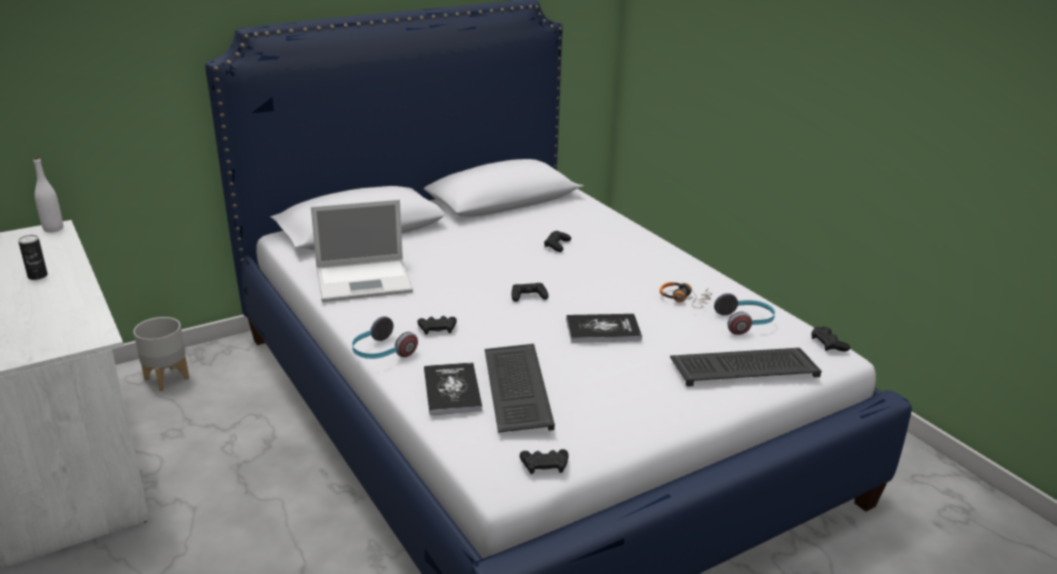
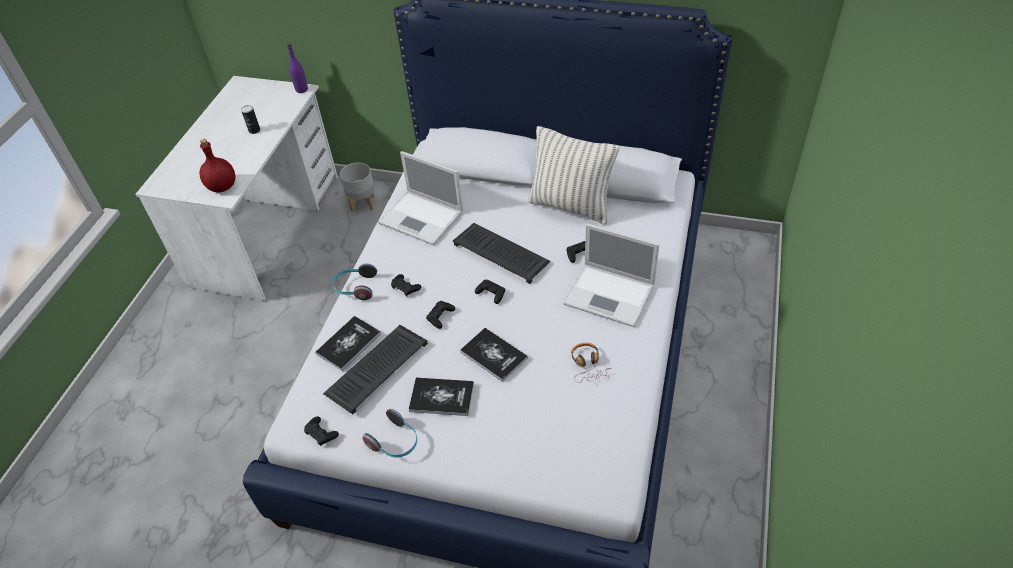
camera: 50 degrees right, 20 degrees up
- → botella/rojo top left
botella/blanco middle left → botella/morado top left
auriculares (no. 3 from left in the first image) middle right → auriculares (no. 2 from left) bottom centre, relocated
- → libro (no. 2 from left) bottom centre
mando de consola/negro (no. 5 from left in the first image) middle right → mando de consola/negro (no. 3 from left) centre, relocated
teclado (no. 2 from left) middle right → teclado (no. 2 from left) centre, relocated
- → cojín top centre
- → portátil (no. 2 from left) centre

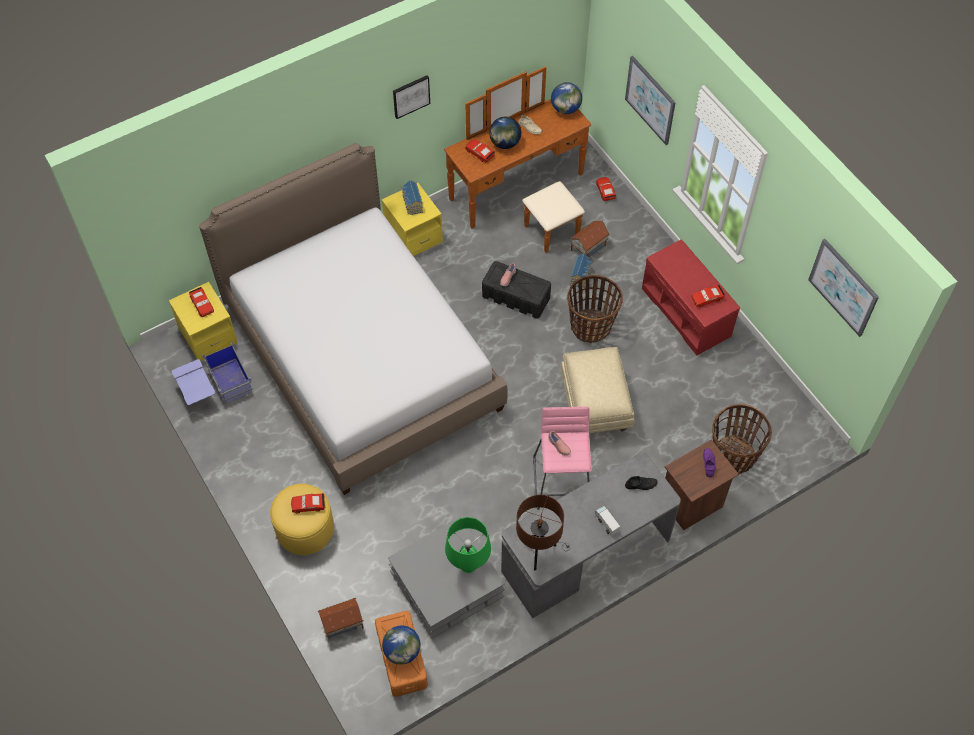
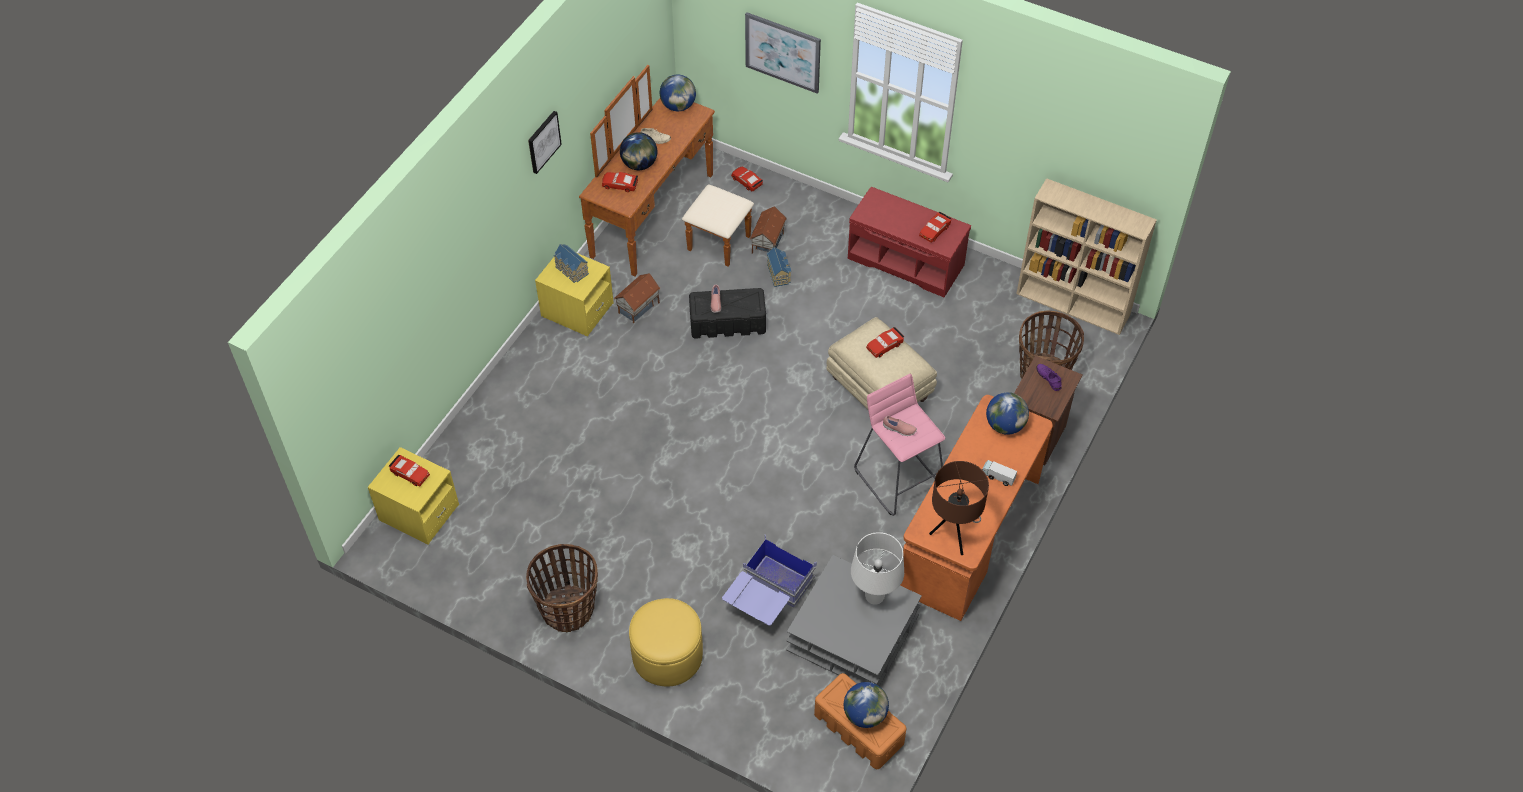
camera: 30 degrees left, 5 degrees down
cesta (no. 1 from left) centre → cesta (no. 1 from left) bottom centre, relocated
casita (no. 1 from left in the first image) bottom centre → casita (no. 2 from left) centre, relocated
caja de almacenaje/azul middle left → caja de almacenaje/azul bottom centre, relocated
lámpara de mesa/verde bottom centre → lámpara de mesa/blanco bottom centre
coche de juguete/rojo (no. 2 from left in the first image) bottom left → coche de juguete/rojo (no. 4 from left) centre, relocated
escritorio/gris bottom centre → escritorio/naranja centre
zapato/negro centre → globo terráqueo (no. 4 from left) centre
- → estantería/beis top right
cama centre → -
cuadro (no. 3 from left) middle right → -

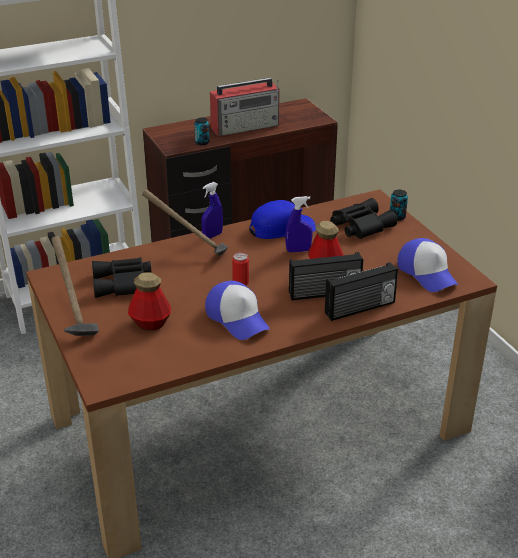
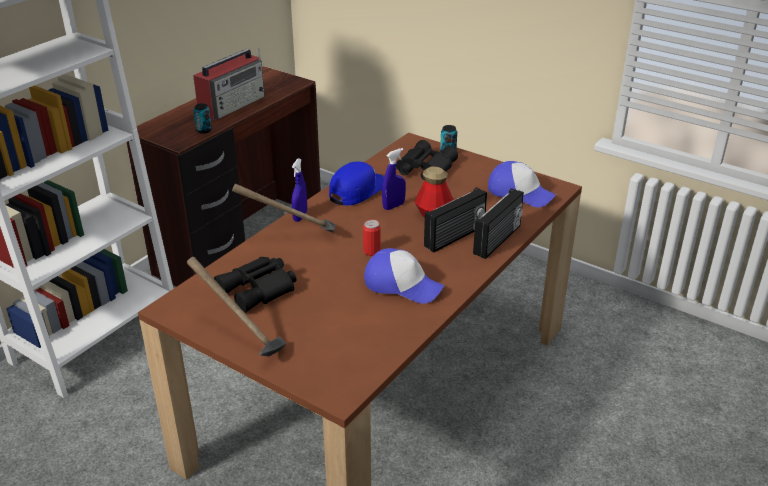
camera: 30 degrees left, 0 degrees up
botella (no. 1 from left) middle left → -

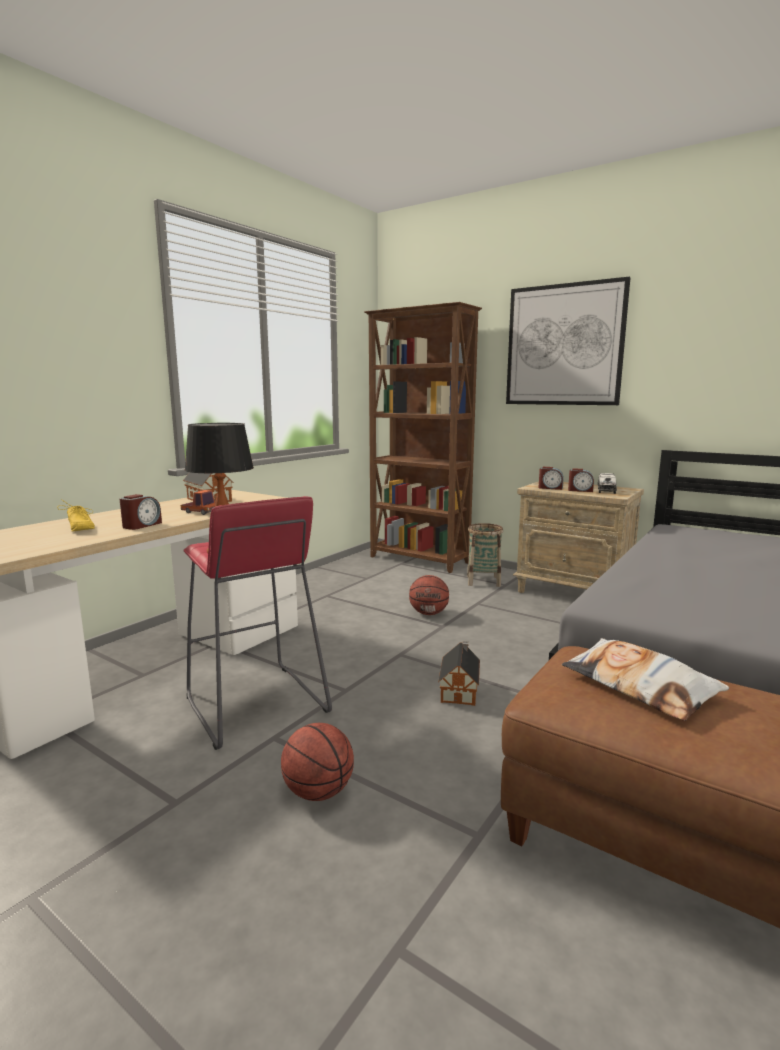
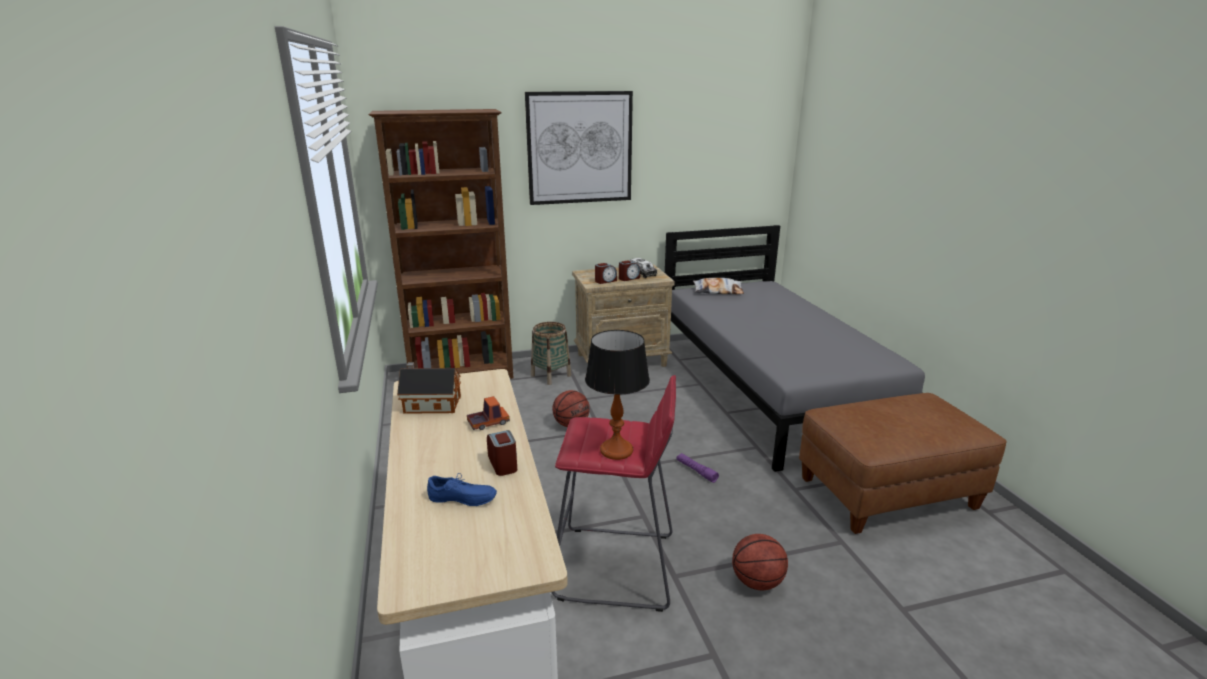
camera: 50 degrees left, 10 degrees up
zapato/amarillo middle left → zapato/azul bottom centre
casita (no. 2 from left) centre → linterna/morado bottom centre
cojín middle right → cojín centre, relocated

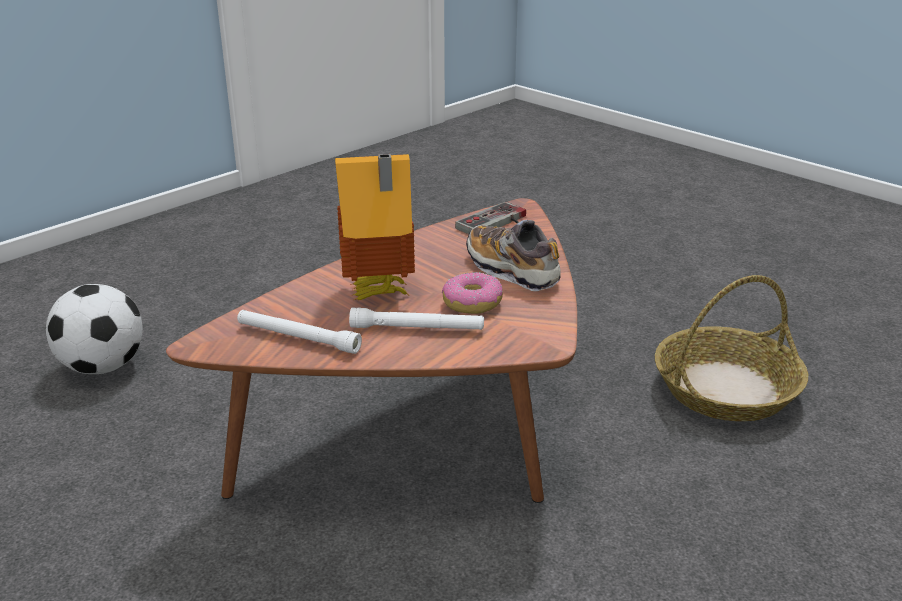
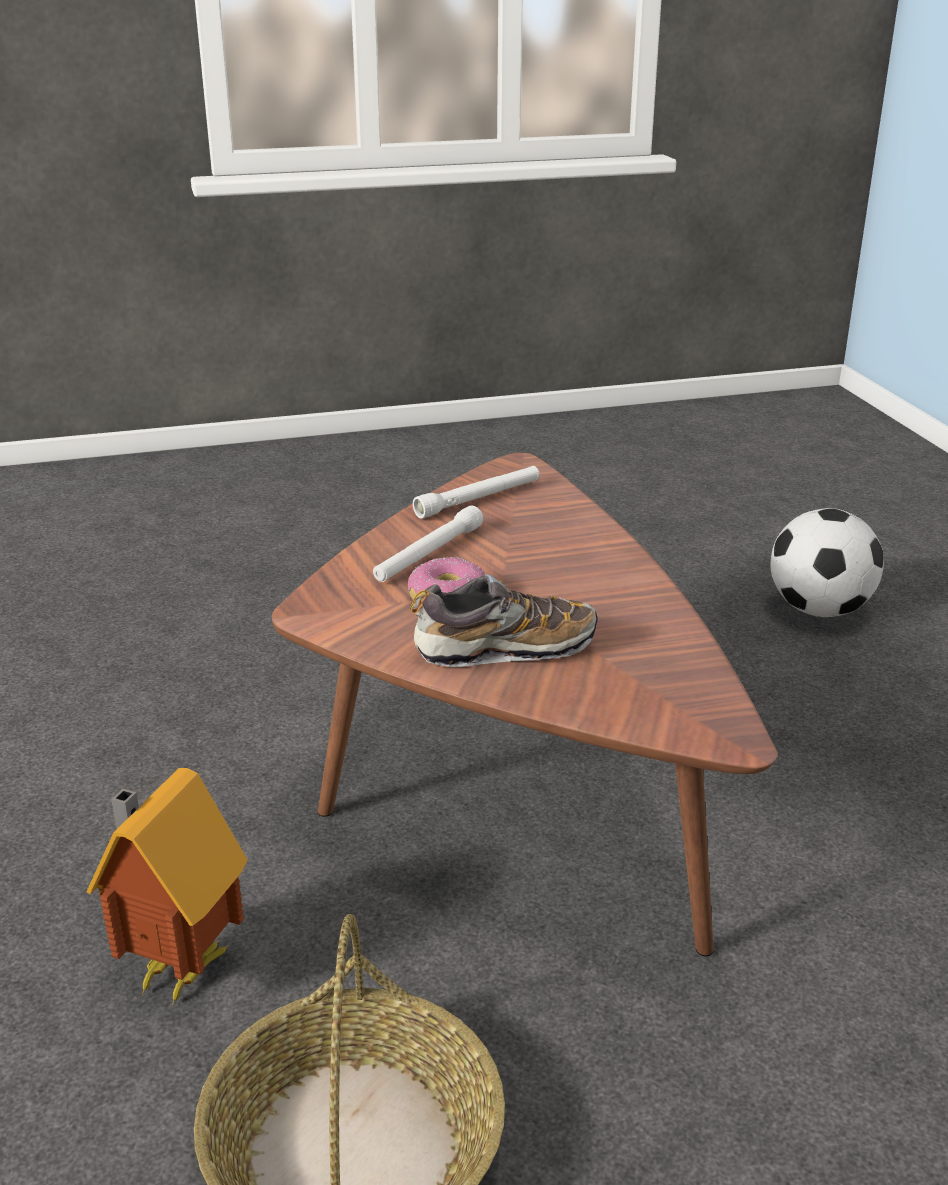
camera: 120 degrees right, 0 degrees up
casita centre → casita bottom left, relocated
mando de consola centre → -

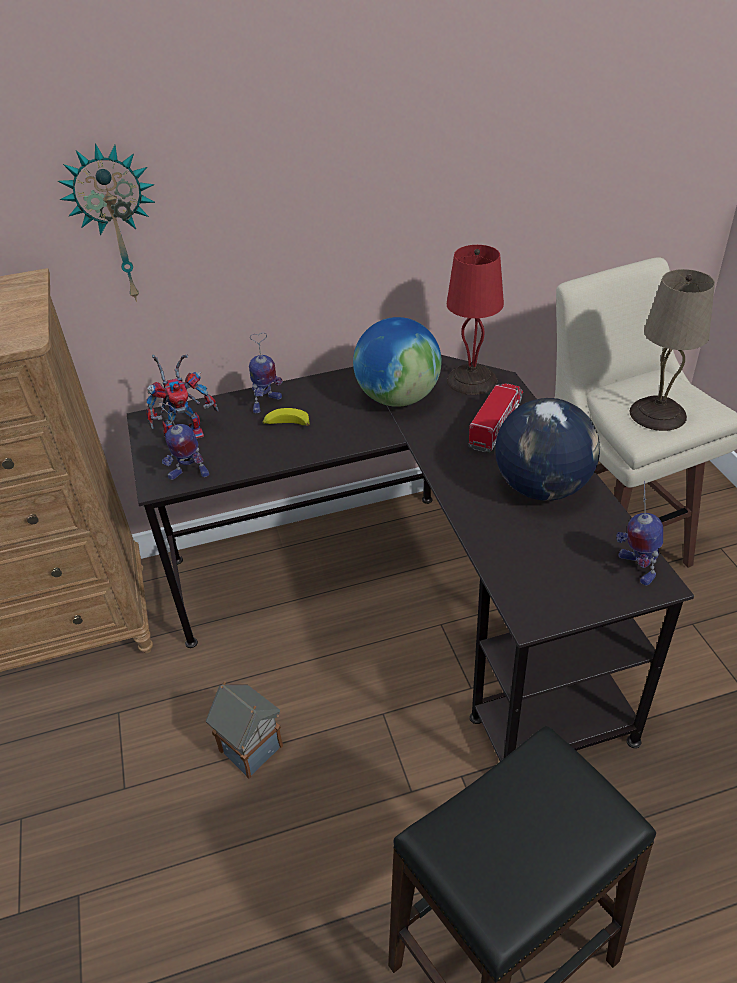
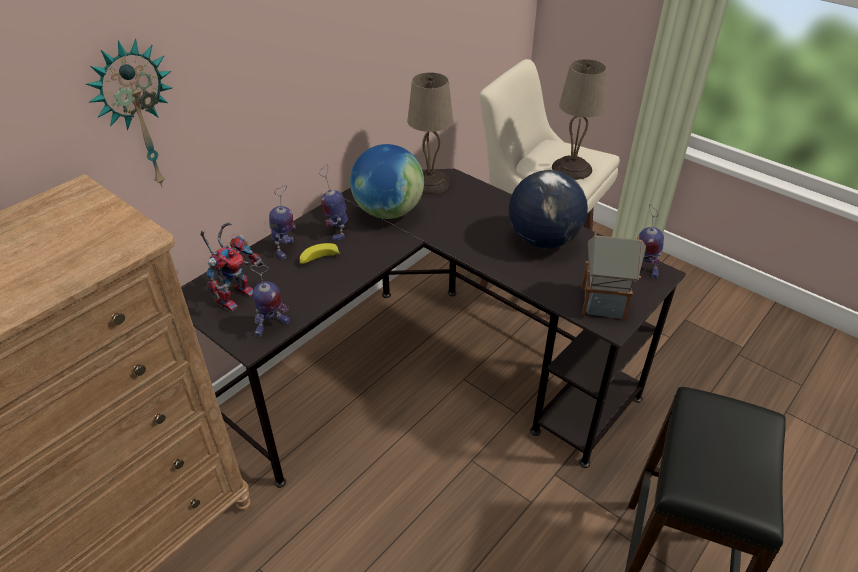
camera: 35 degrees left, 0 degrees up
- → robot de juguete (no. 4 from left) centre
lámpara de mesa/rojo top centre → lámpara de mesa/beis (no. 1 from left) top centre
casita bottom left → casita middle right, relocated
camión de juguete middle right → -

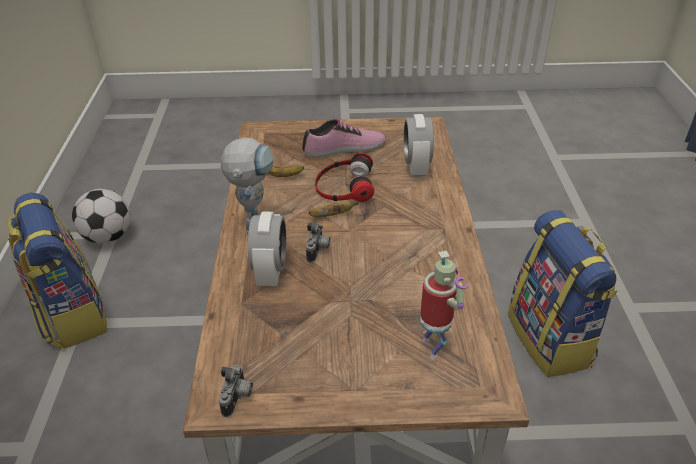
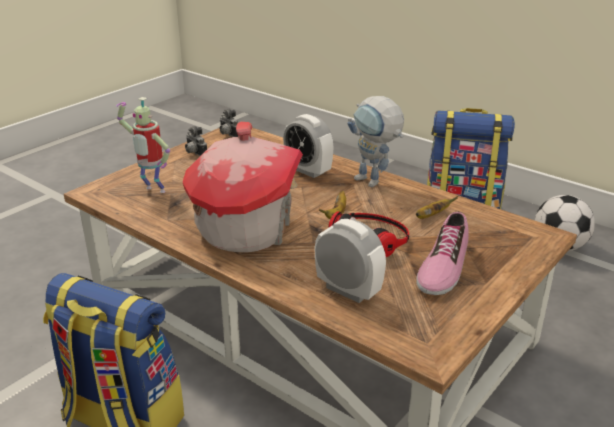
camera: 130 degrees right, 10 degrees down
- → casita centre
cámara (no. 2 from left in the first image) centre → cámara (no. 1 from left) top left, relocated

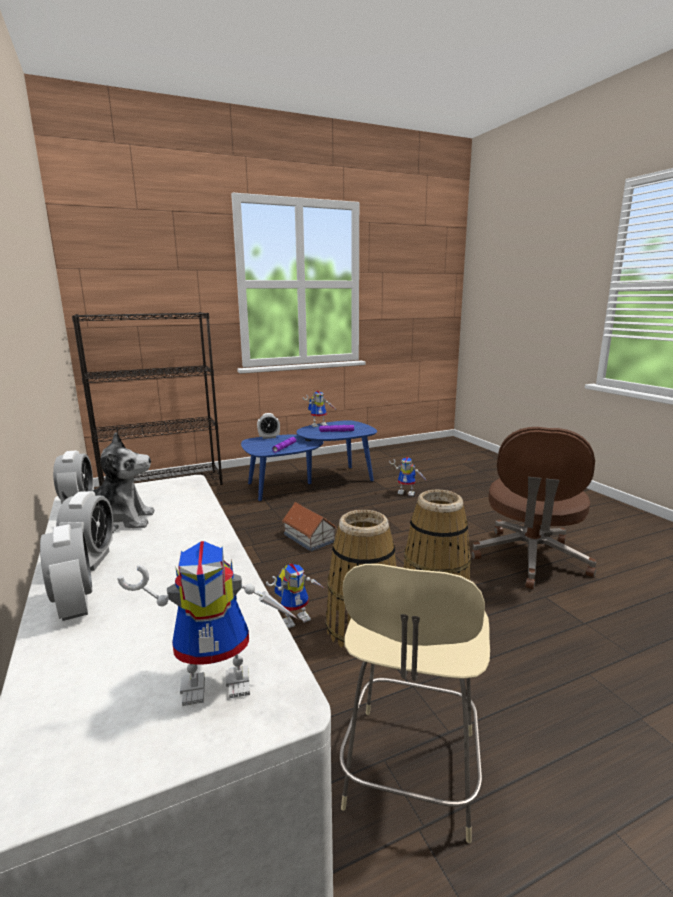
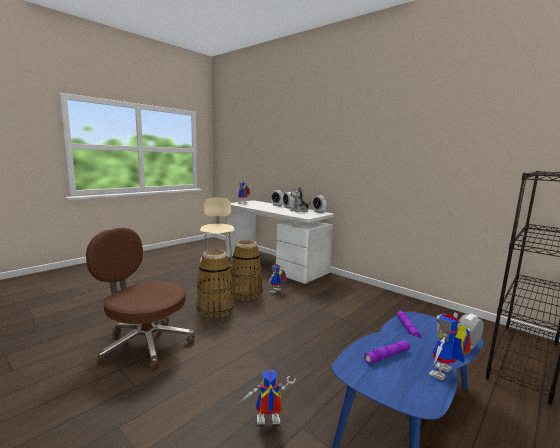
camera: 155 degrees right, 5 degrees down
silla de oficina/marrón middle right → silla de oficina/marrón bottom left, 60 degrees counterclockwise
casita centre → -

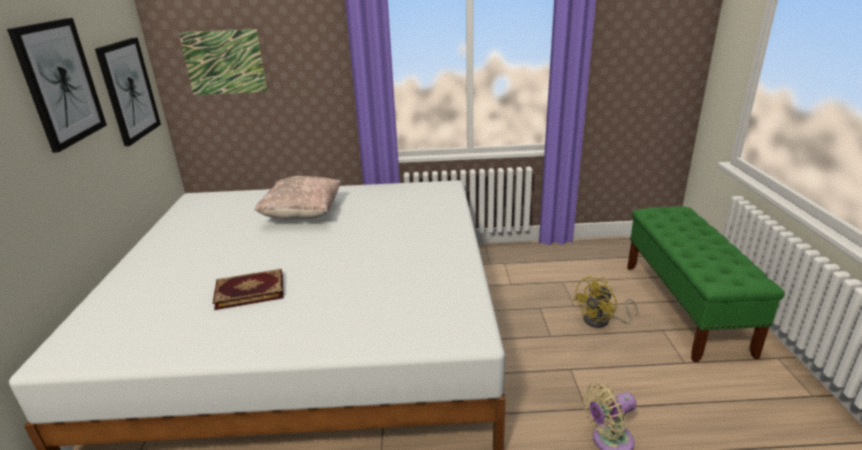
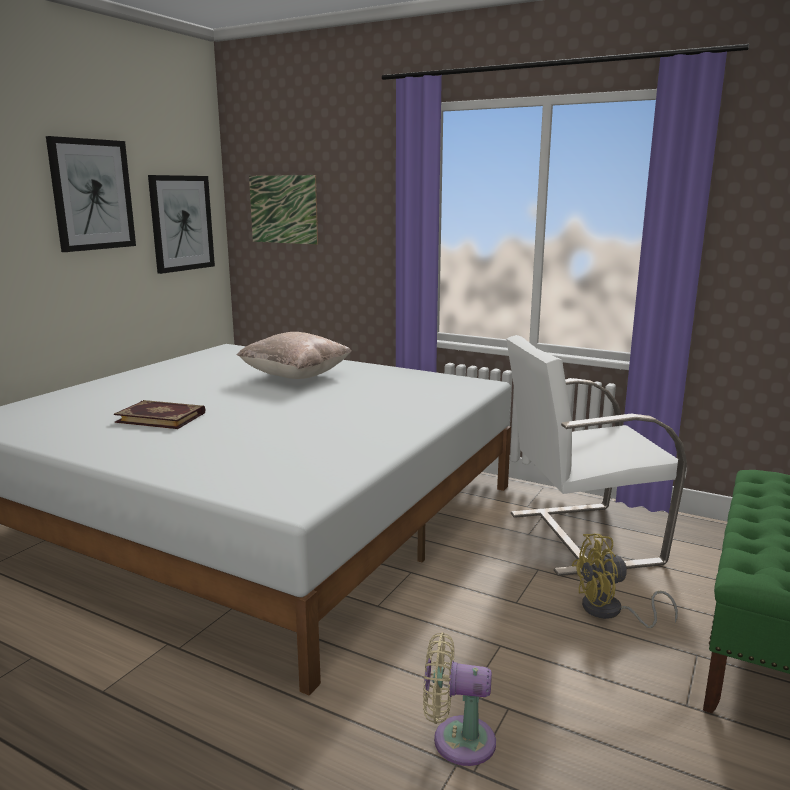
camera: 30 degrees right, 10 degrees down
- → sillón/blanco middle right

